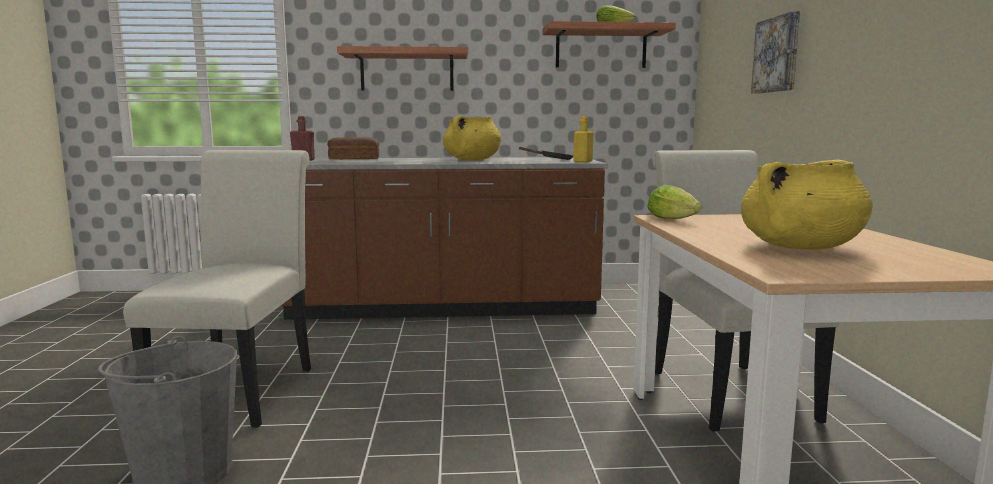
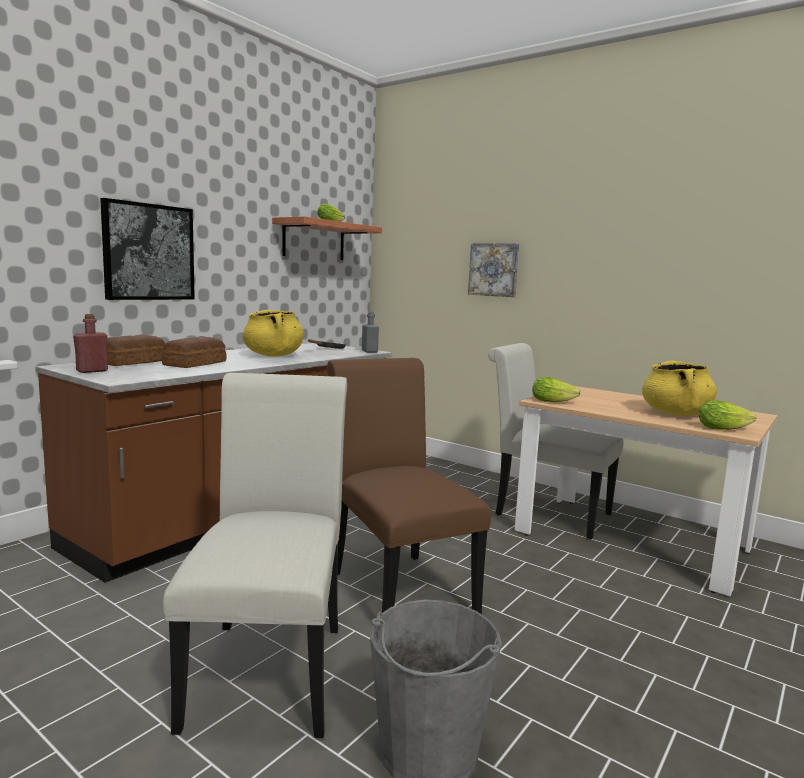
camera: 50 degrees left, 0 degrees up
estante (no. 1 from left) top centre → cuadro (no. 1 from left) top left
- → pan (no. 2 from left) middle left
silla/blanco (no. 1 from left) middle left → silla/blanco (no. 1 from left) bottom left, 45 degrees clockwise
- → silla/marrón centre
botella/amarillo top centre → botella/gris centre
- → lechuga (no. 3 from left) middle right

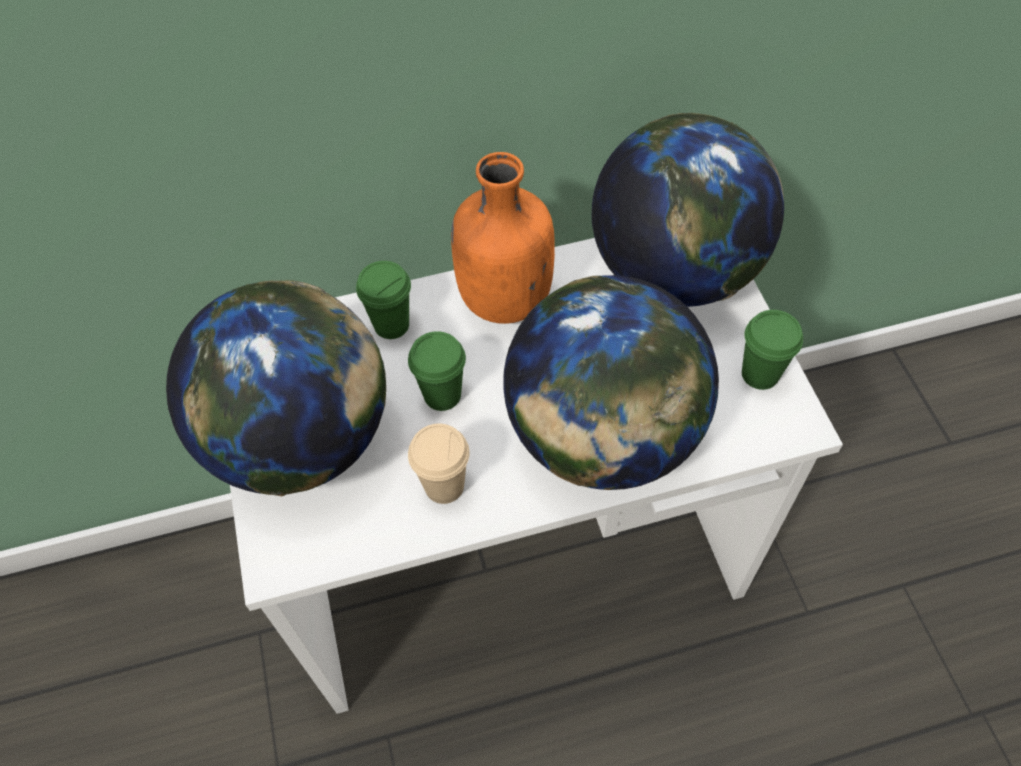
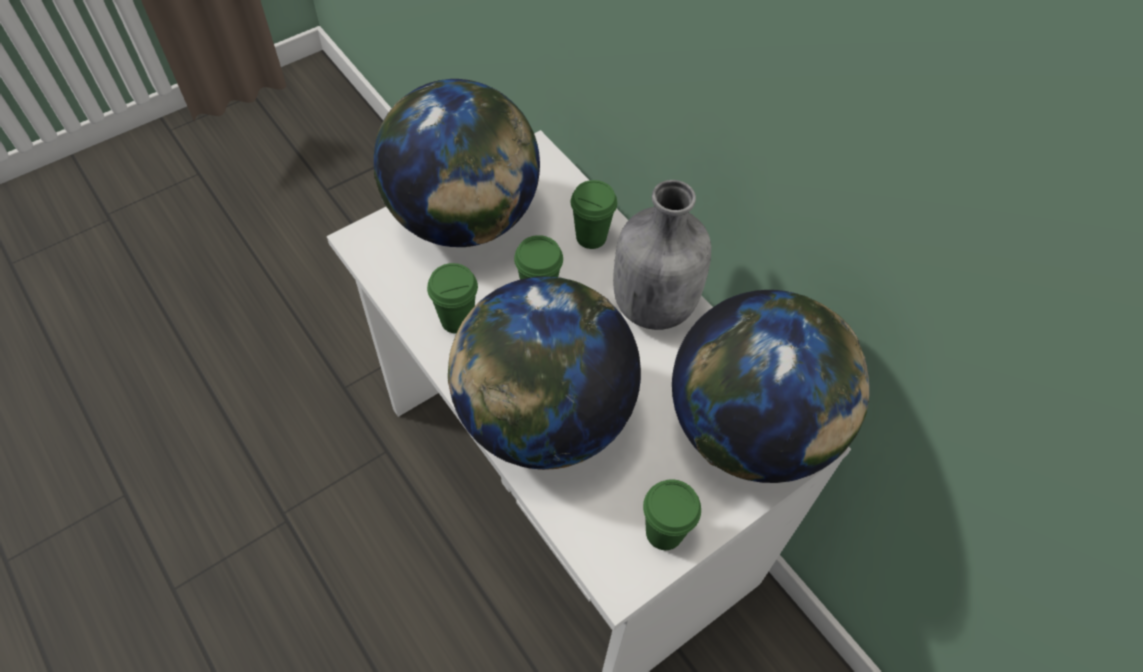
camera: 65 degrees right, 0 degrees up
taza/beis centre → taza/verde (no. 1 from left) centre
botella/naranja top centre → botella/gris centre

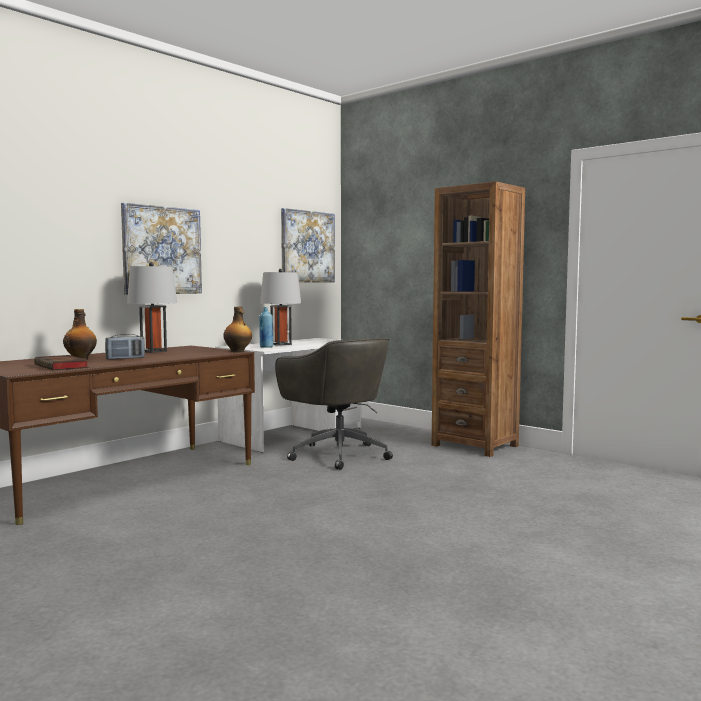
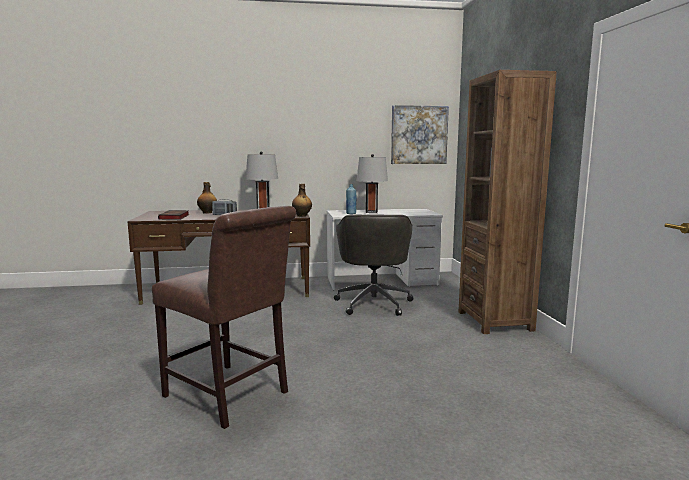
camera: 40 degrees right, 5 degrees up
- → silla/marrón middle left
cuadro (no. 1 from left) middle left → -

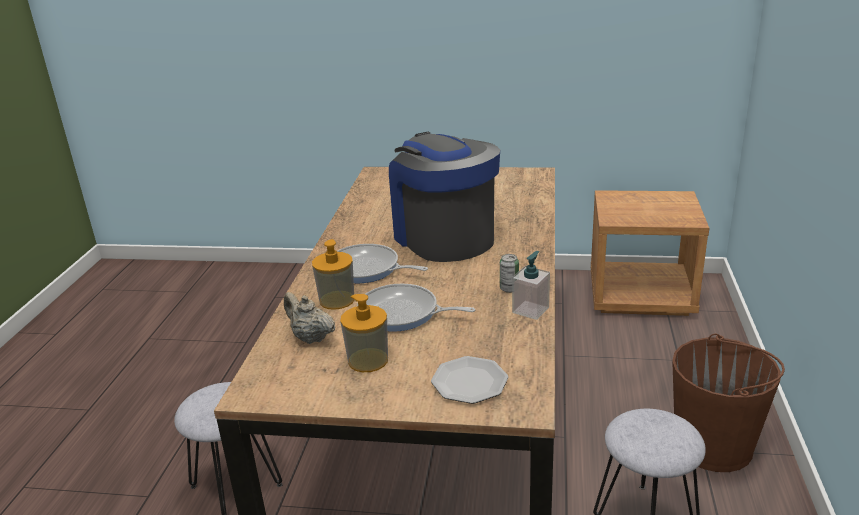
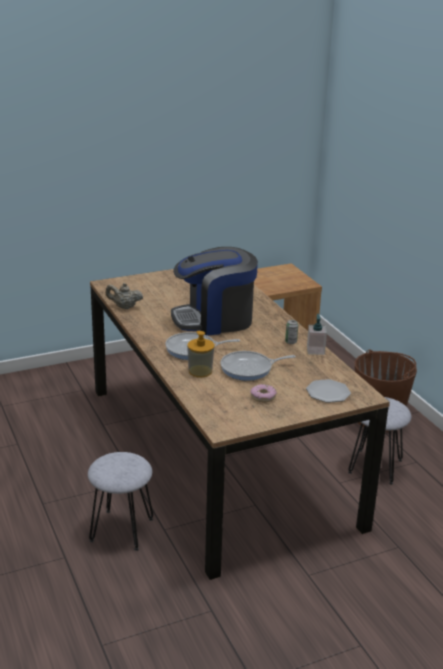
camera: 35 degrees left, 0 degrees up
tetera/beis centre → tetera/beis middle left, relocated
cafetera centre, 45 degrees counterclockwise
dispensador de jabón (no. 2 from left) centre → rosquilla centre

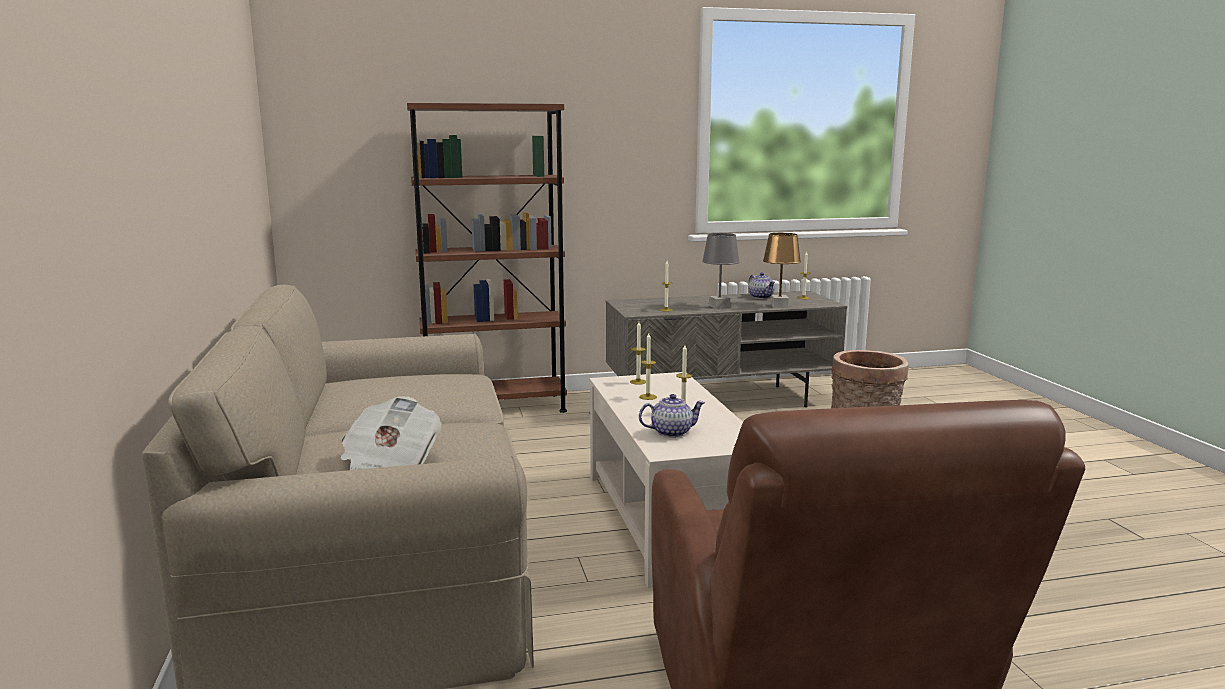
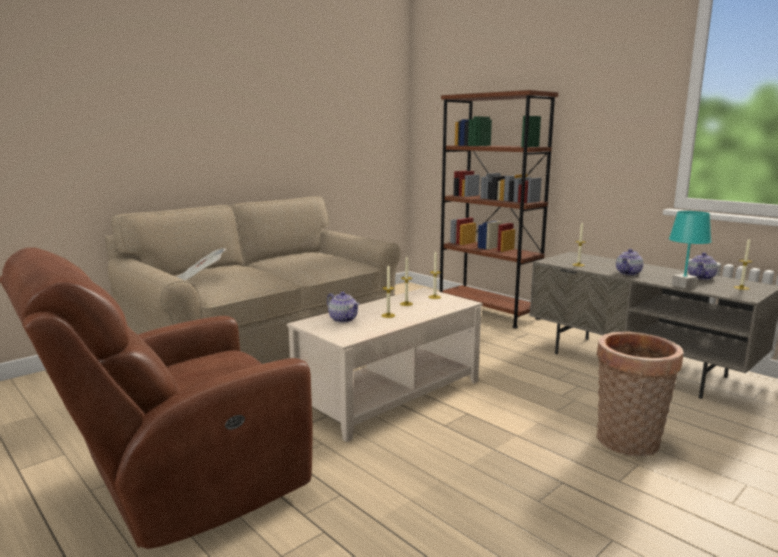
camera: 60 degrees right, 0 degrees up
lámpara de mesa/gris centre → tetera (no. 2 from left) middle right
lámpara de mesa/marrón centre → lámpara de mesa/turquesa middle right

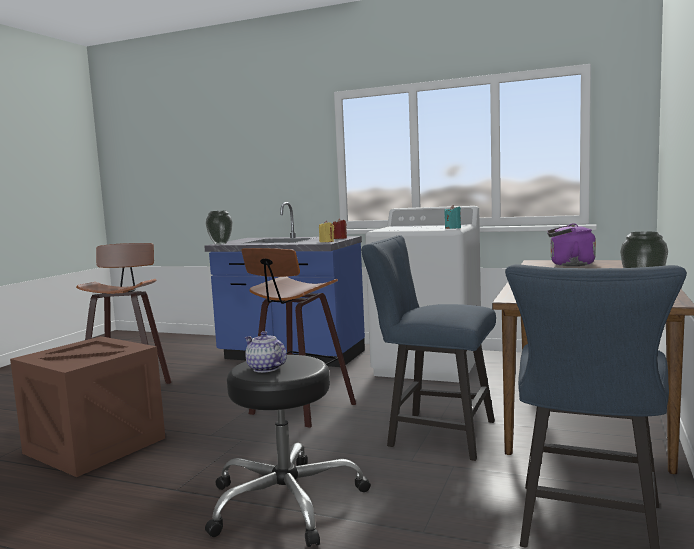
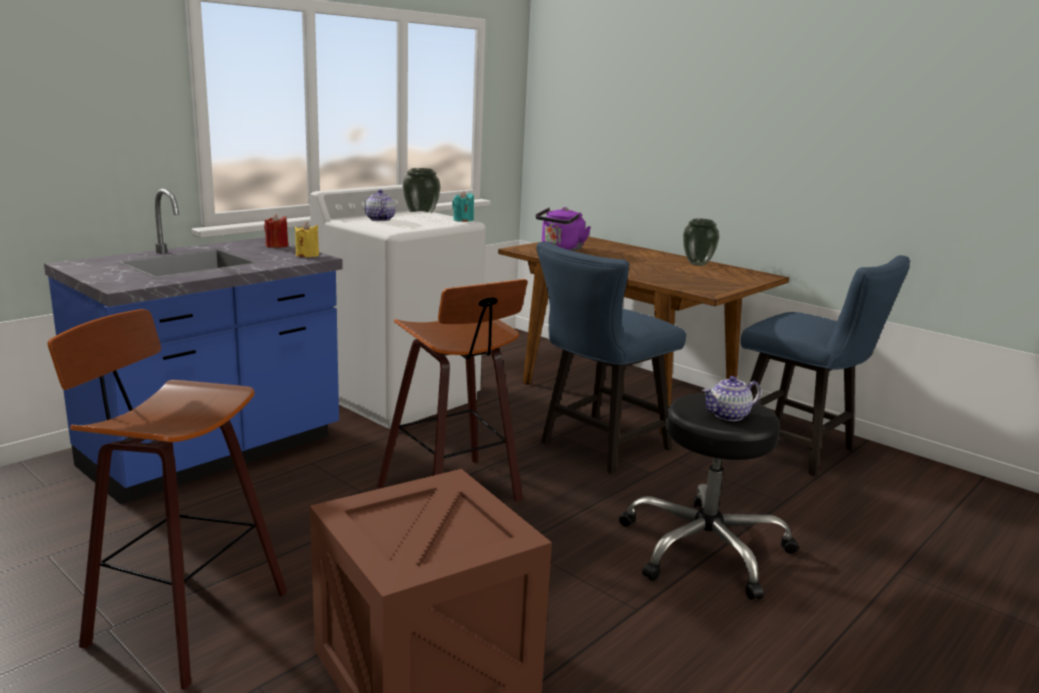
camera: 70 degrees left, 10 degrees up
- → tetera (no. 1 from left) top centre
florero (no. 1 from left) middle left → florero (no. 1 from left) top centre, relocated

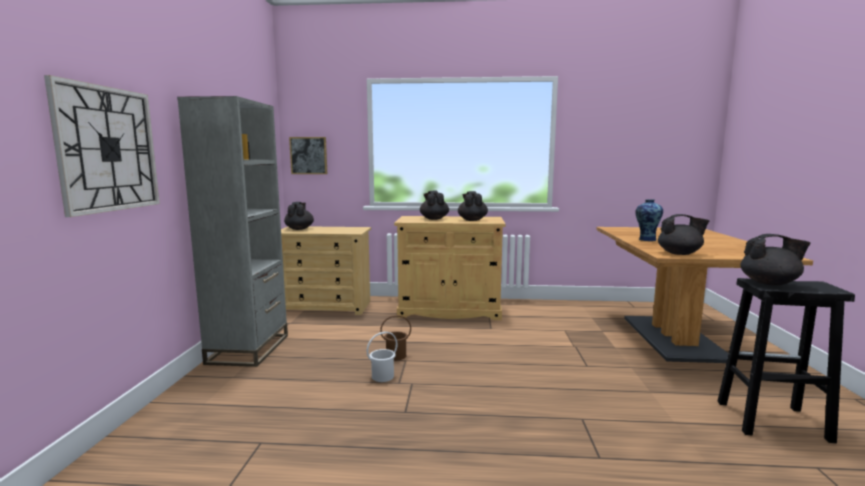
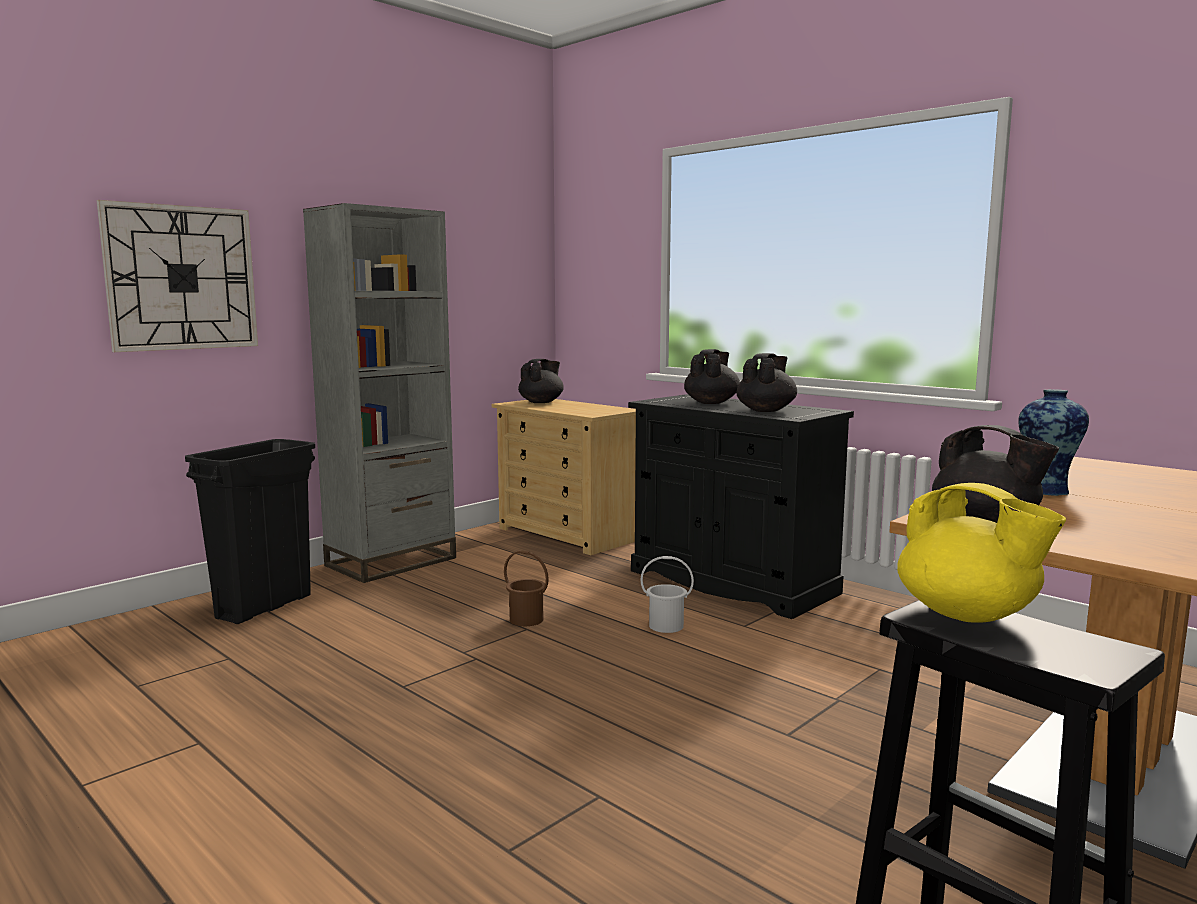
camera: 40 degrees right, 0 degrees up
- → papelera/negro middle left
armario/beis centre → armario/negro centre
cubo/blanco bottom centre → cubo/blanco centre, relocated
tetera/negro (no. 5 from left) middle right → tetera/amarillo middle right
cuadro top centre → -

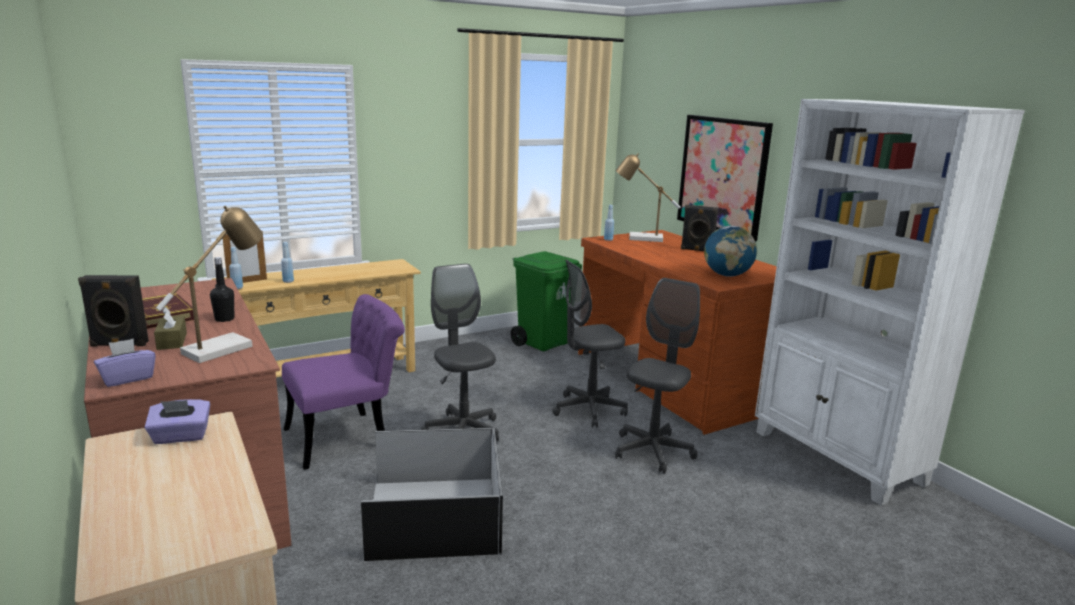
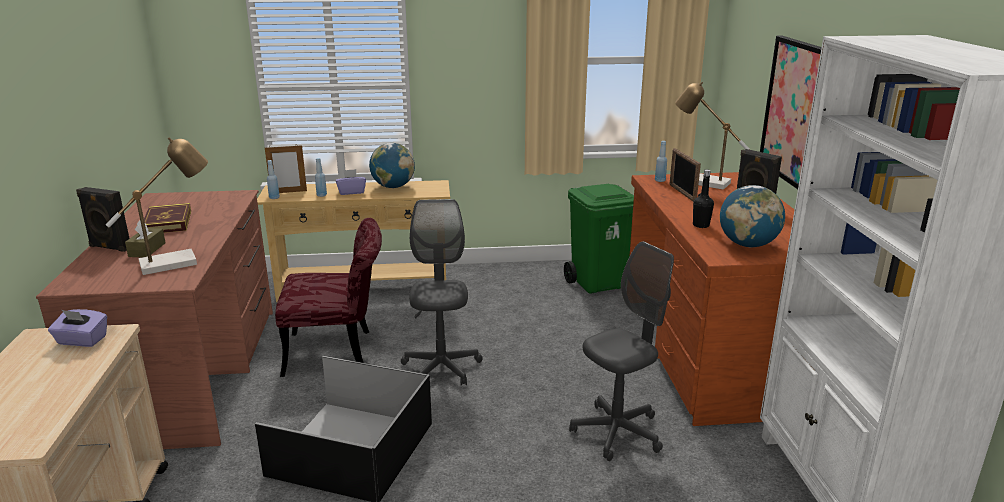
camera: 25 degrees right, 5 degrees up
silla/morado middle left → silla/rojo middle left
caja de pañuelos/morado (no. 1 from left in the first image) middle left → caja de pañuelos/morado (no. 2 from left) centre, relocated
- → globo terráqueo (no. 1 from left) top centre
- → portarretratos (no. 2 from left) middle right
botella/negro middle left → botella/negro middle right, relocated
silla de oficina/gris (no. 2 from left) centre → -

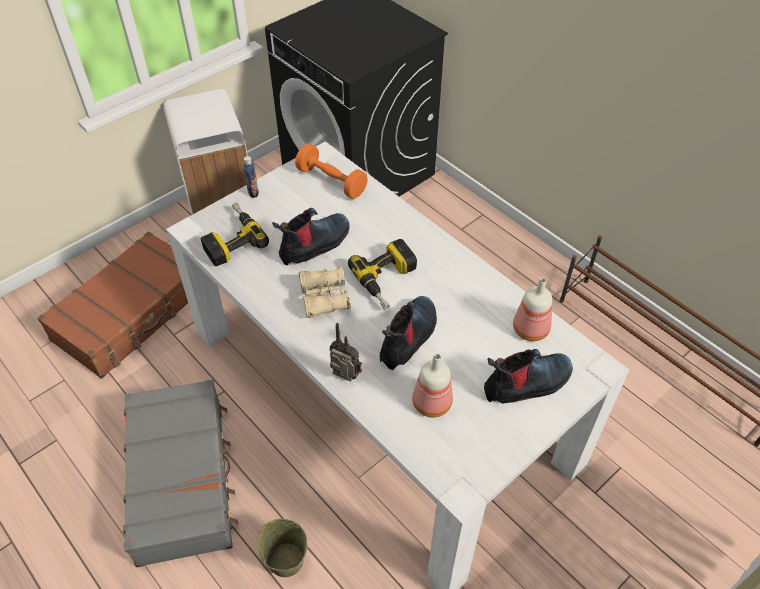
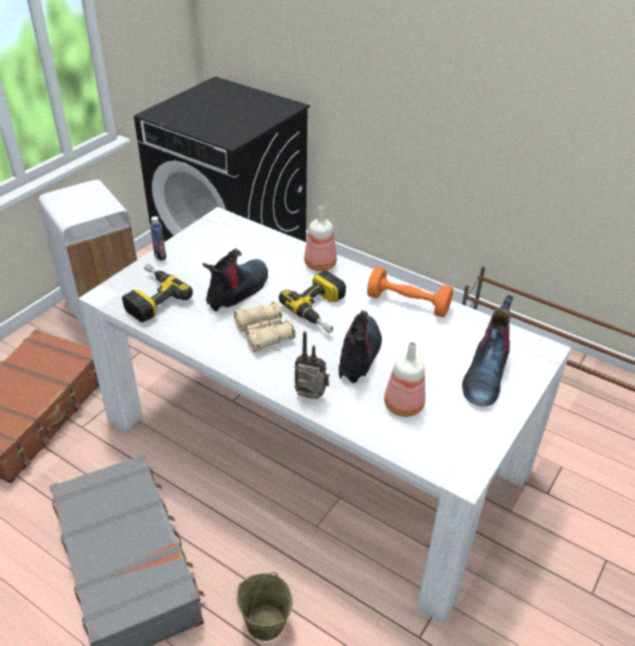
camera: 15 degrees left, 10 degrees down
botella (no. 3 from left in the first image) middle right → botella (no. 2 from left) centre, relocated
mancuerna/naranja top centre → mancuerna/naranja centre, relocated
bota (no. 3 from left) middle right, 150 degrees clockwise

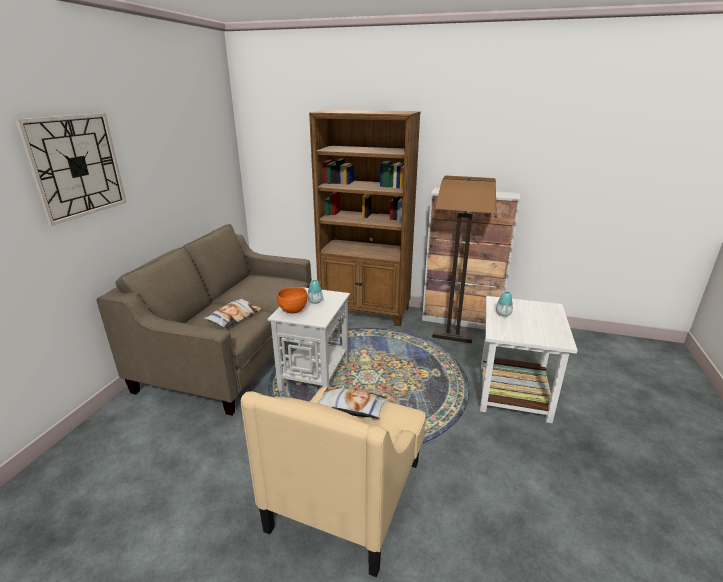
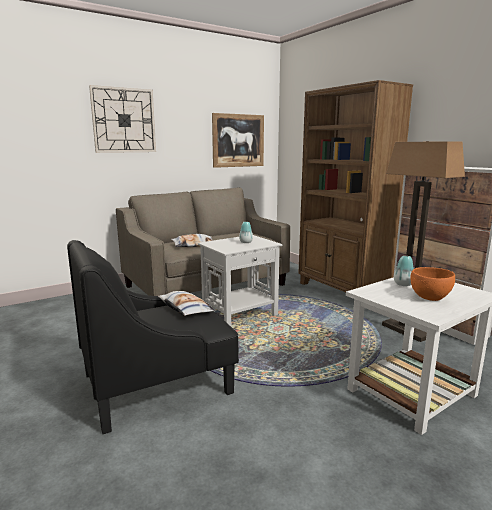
camera: 40 degrees right, 10 degrees down
sillón/beis bottom centre → sillón/negro middle left
- → cuadro top centre
cuenco/naranja centre → cuenco/naranja middle right, relocated

